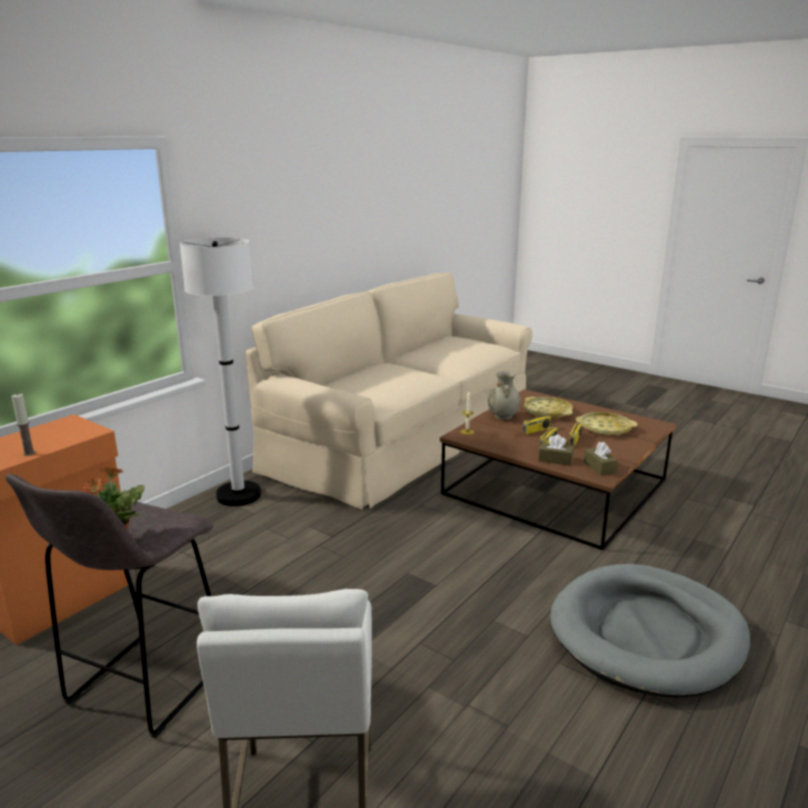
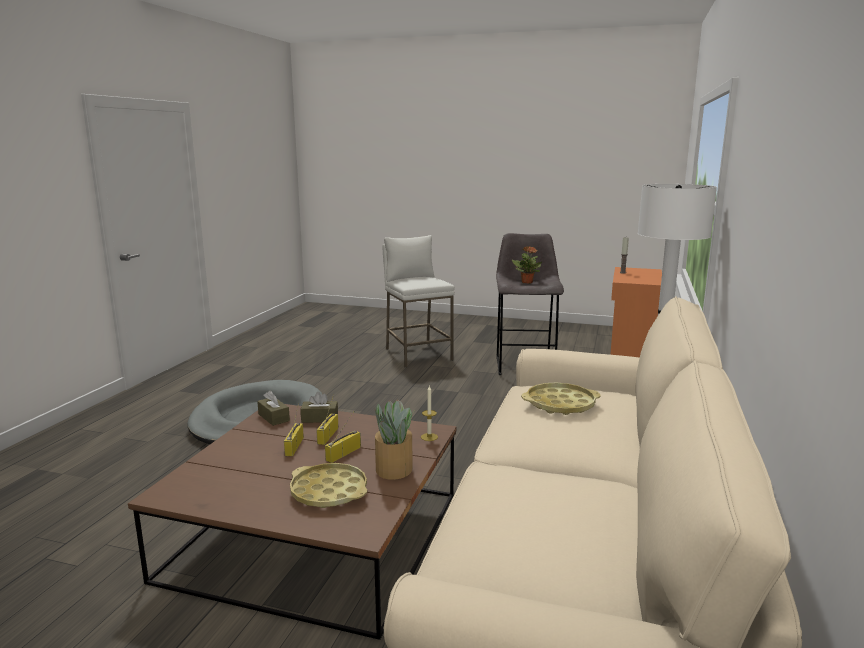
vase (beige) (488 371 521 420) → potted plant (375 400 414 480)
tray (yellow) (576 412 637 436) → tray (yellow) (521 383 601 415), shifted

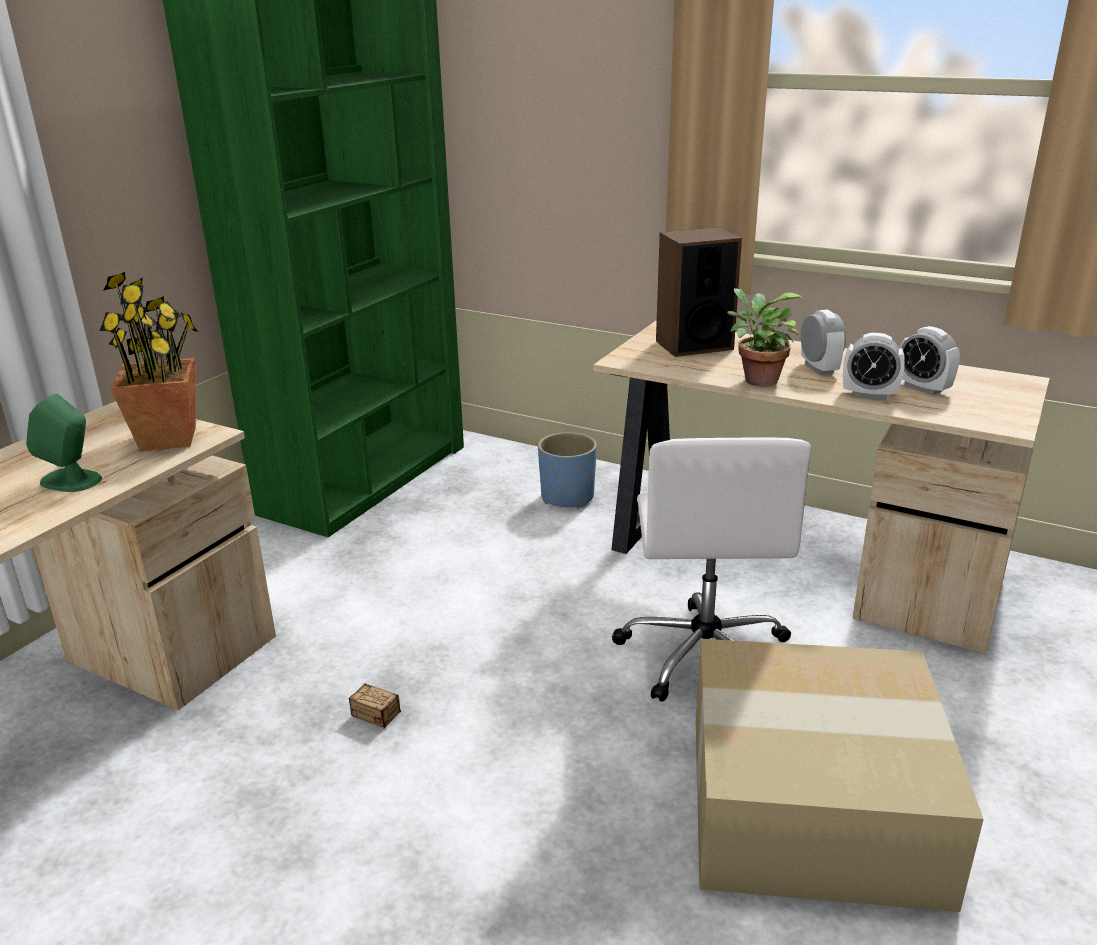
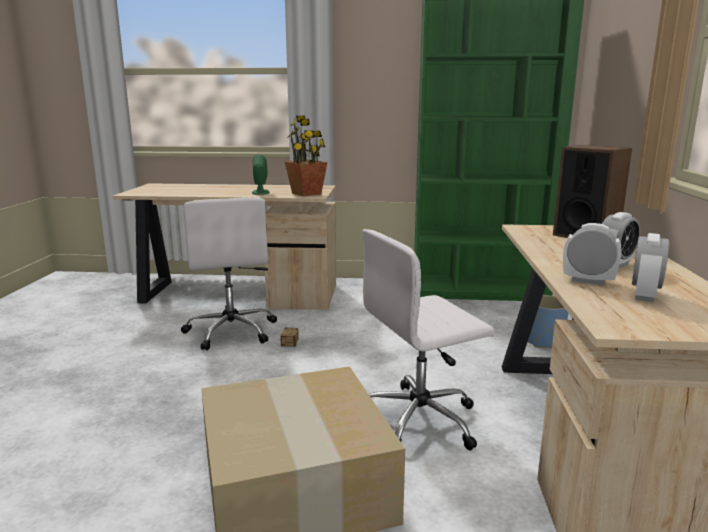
- → office chair (white) (181 198 277 350)
alarm clock (843 333 905 400) → alarm clock (563 223 621 285), 120 degrees clockwise
potted plant (727 288 804 387) → -

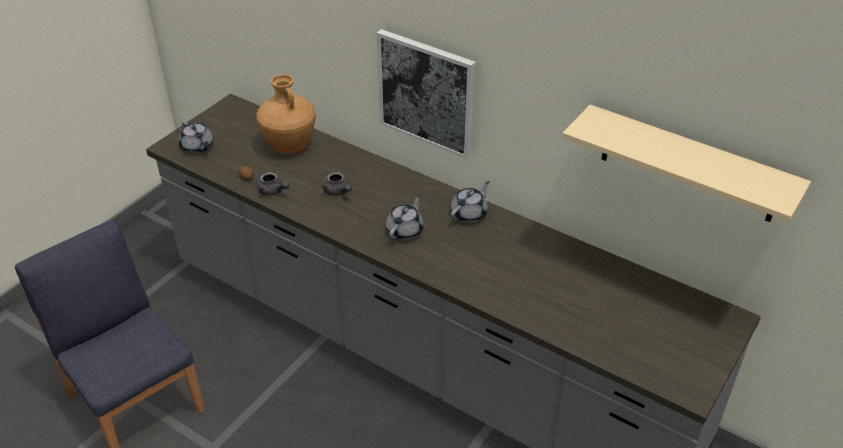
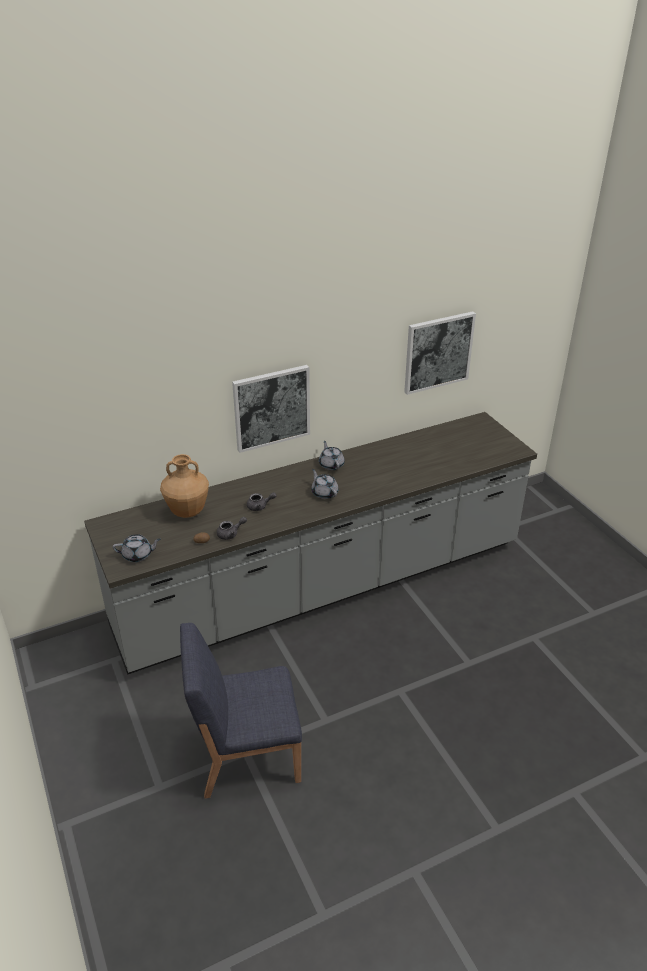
shelf (beige) (562 105 811 222) → picture (404 311 476 395)

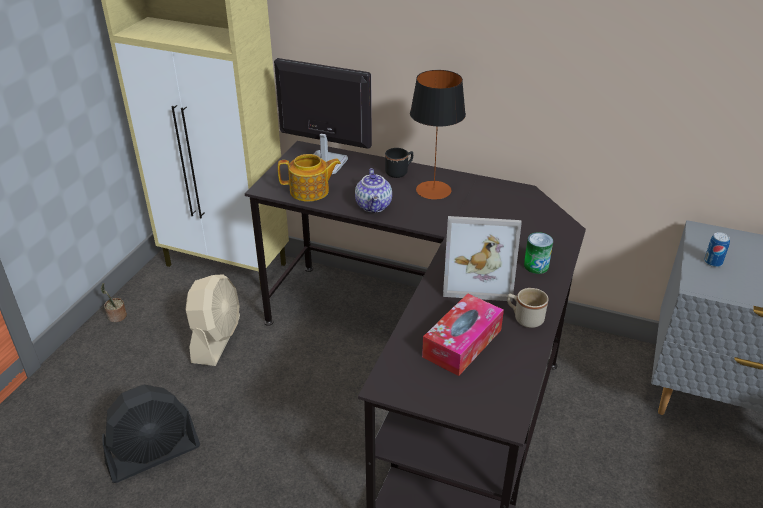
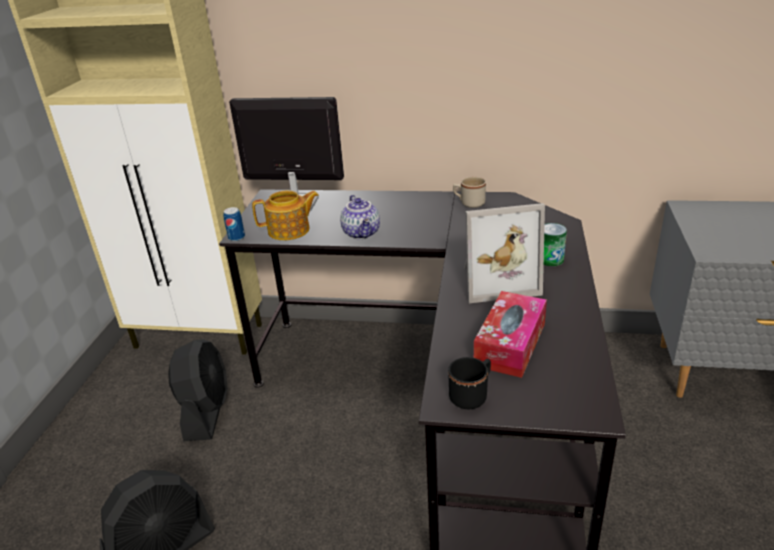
fan (beige) (186 274 240 366) → fan (black) (168 339 228 441)
can (704 232 730 267) → can (223 207 245 241), shifted
mug (black) (385 148 413 178) → mug (black) (448 357 491 409), shifted
mug (beige) (507 288 549 328) → mug (beige) (453 177 486 208), shifted
potted plant (101 283 127 322) → -
table lamp (410 70 466 199) → -

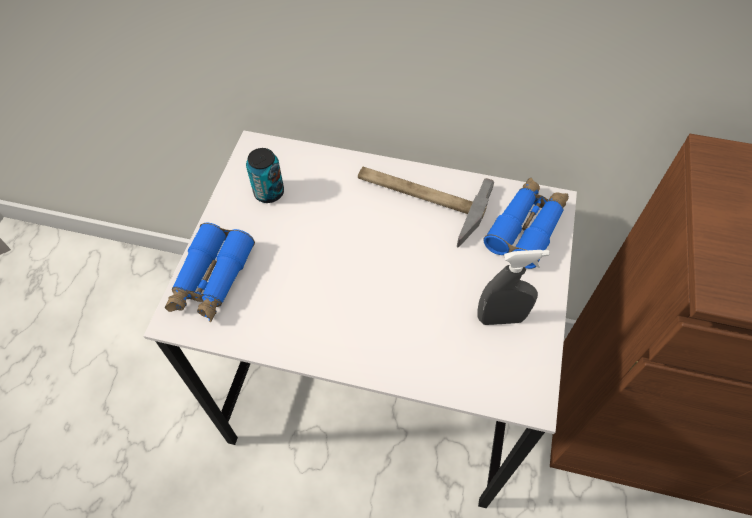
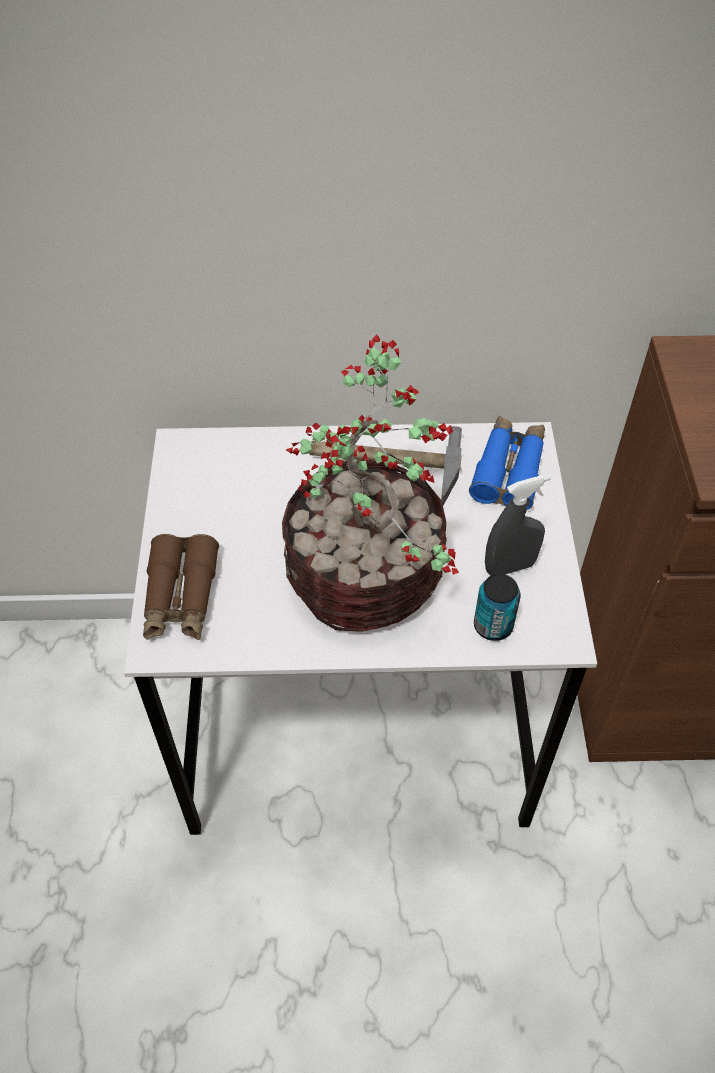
binoculars (blue) (165 223 255 323) → binoculars (brown) (143 534 219 640)
- → potted plant (282 334 459 632)
can (246 148 284 203) → can (474 574 521 641), shifted

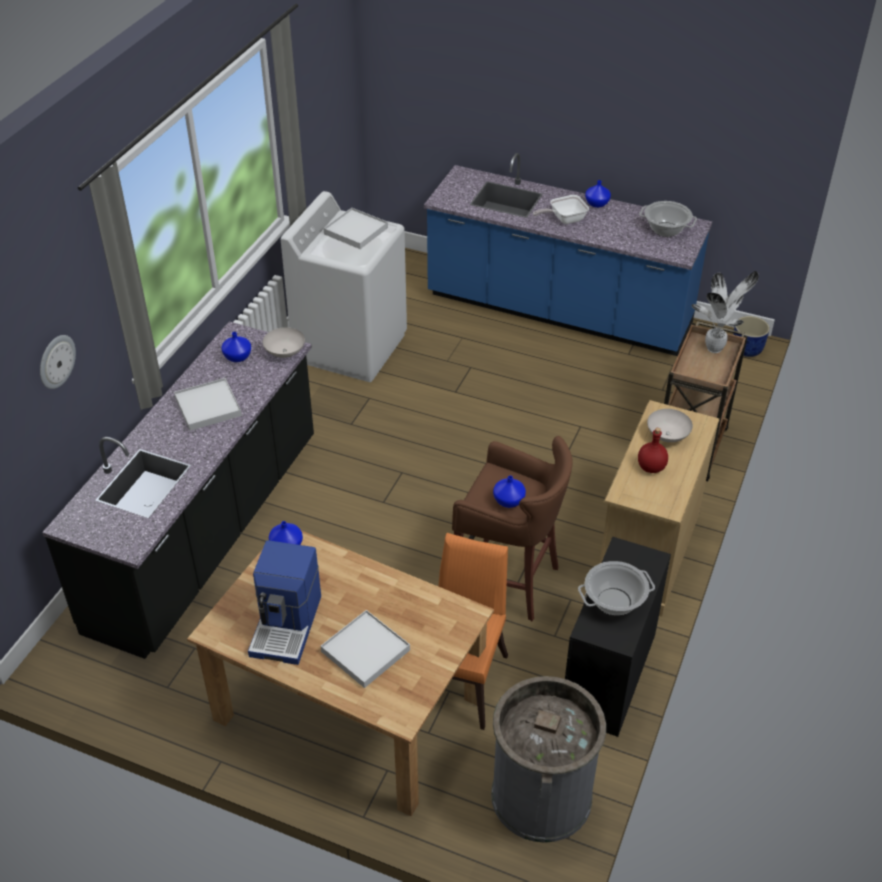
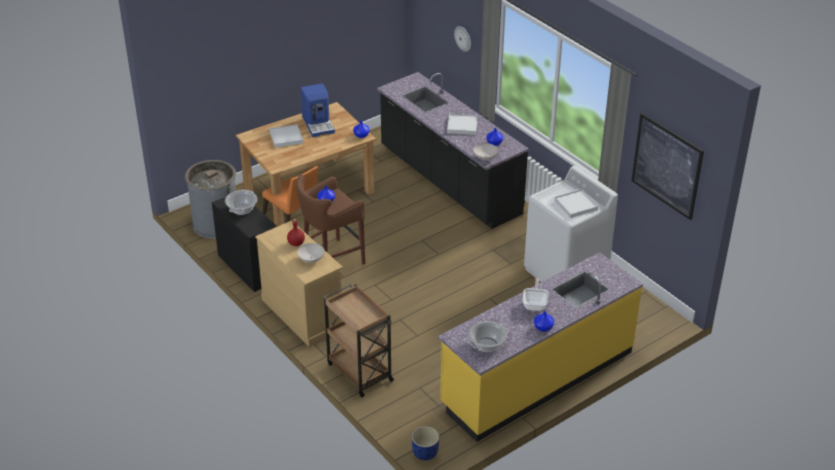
coffee machine (248 540 321 665) → coffee machine (301 83 335 137), 150 degrees counterclockwise
counter (blue) (424 153 712 356) → counter (yellow) (438 252 643 442)
- → picture (631 113 704 220)
potted plant (692 271 759 353) → -

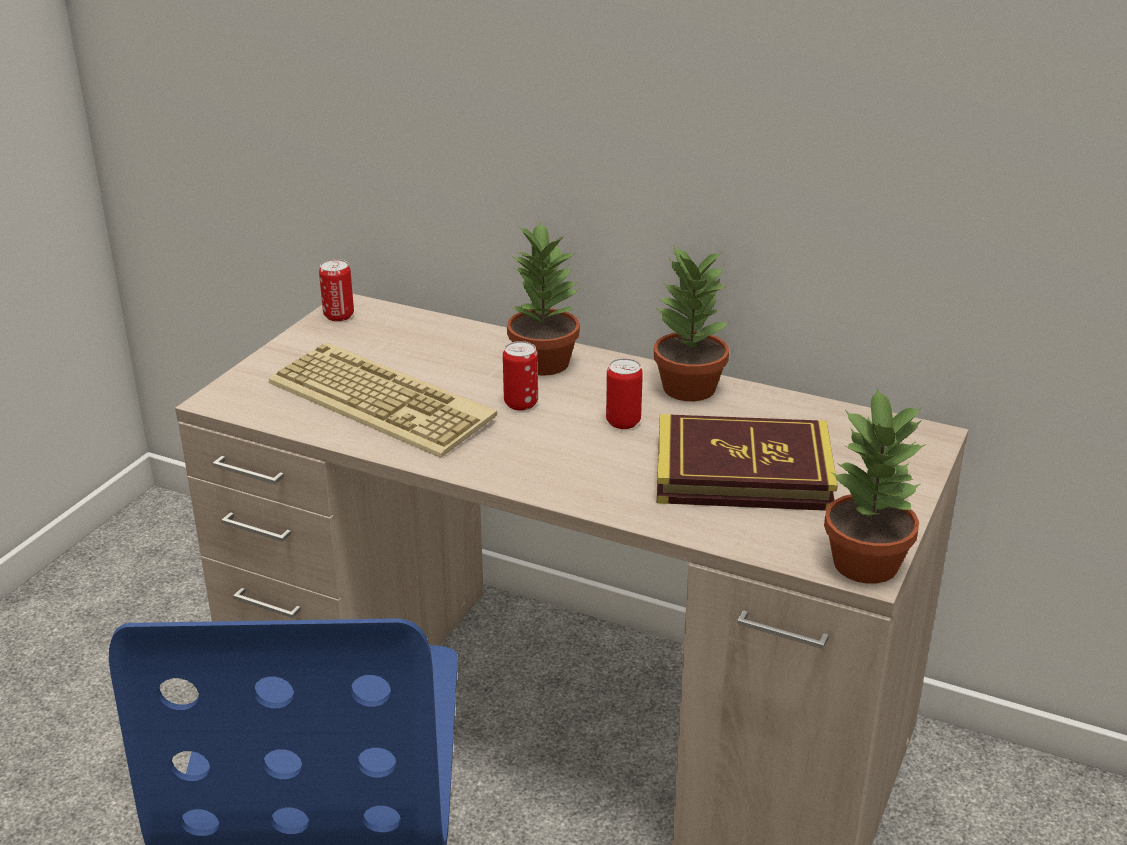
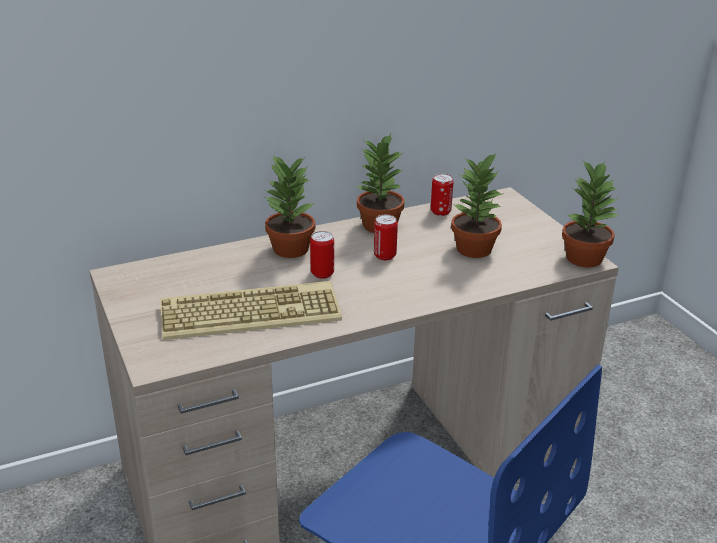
can (319 259 354 321) → can (431 174 453 216), shifted
book (657 414 838 511) → potted plant (451 152 504 258)

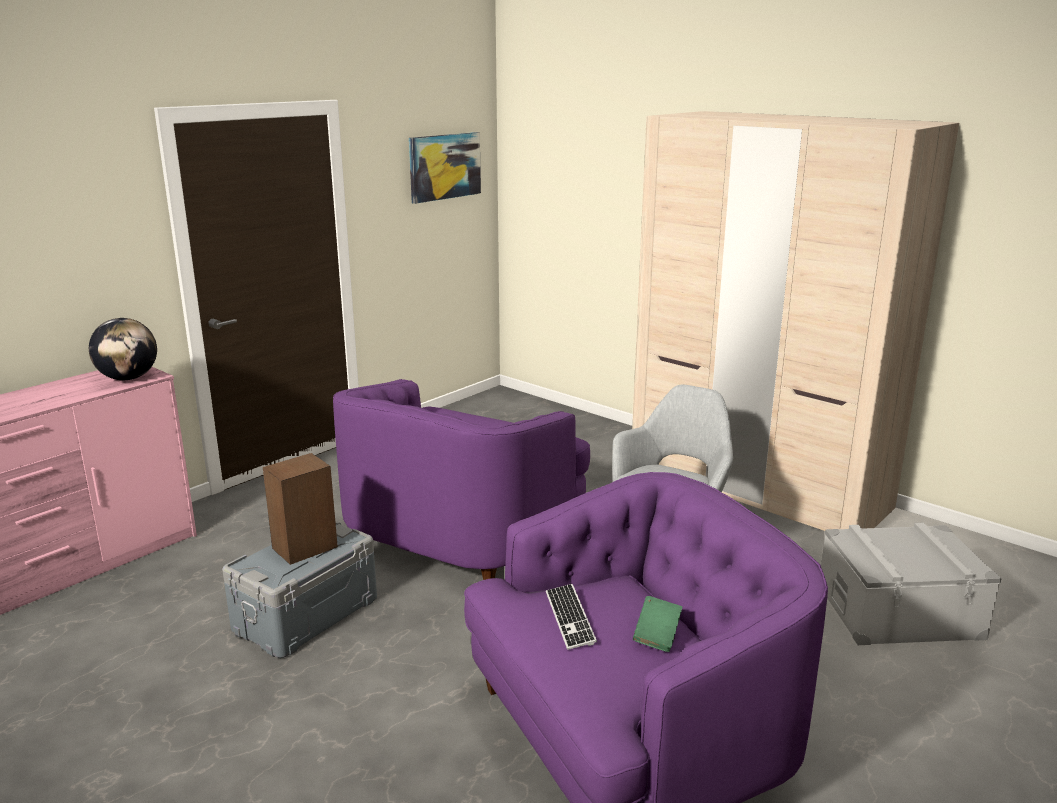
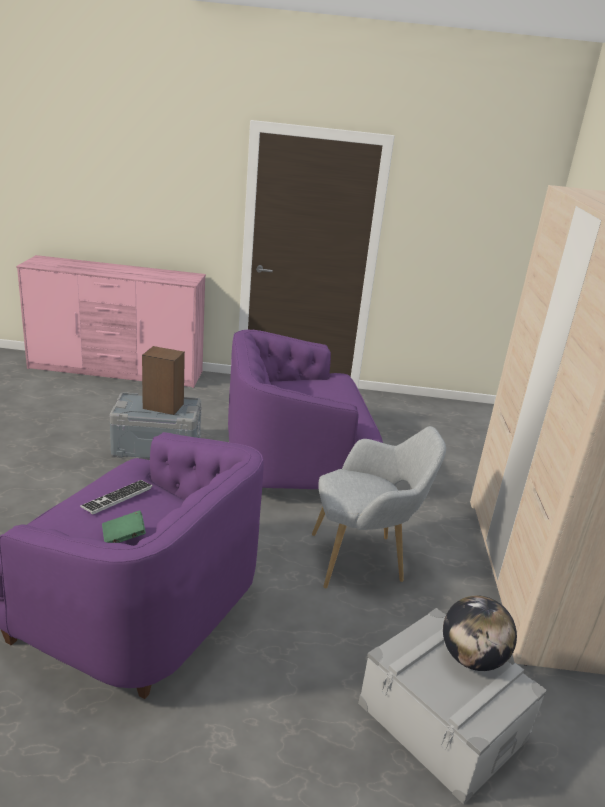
globe (89 318 157 380) → globe (443 595 517 671), shifted
picture (409 132 481 204) → -

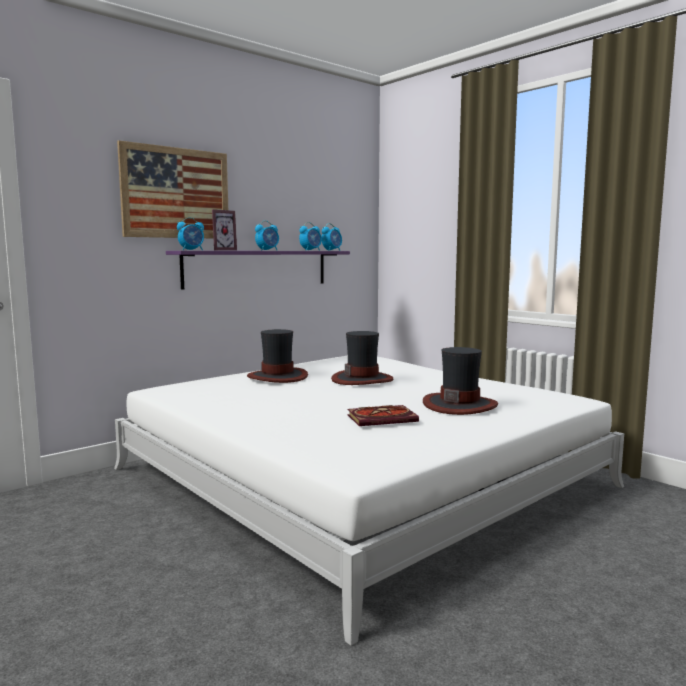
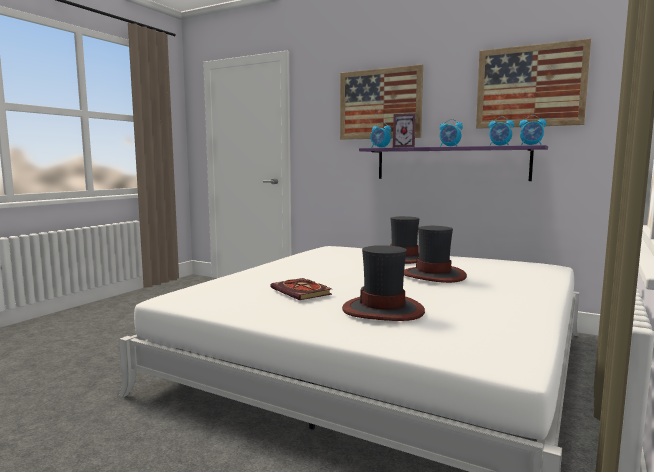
- → picture (476 39 591 129)

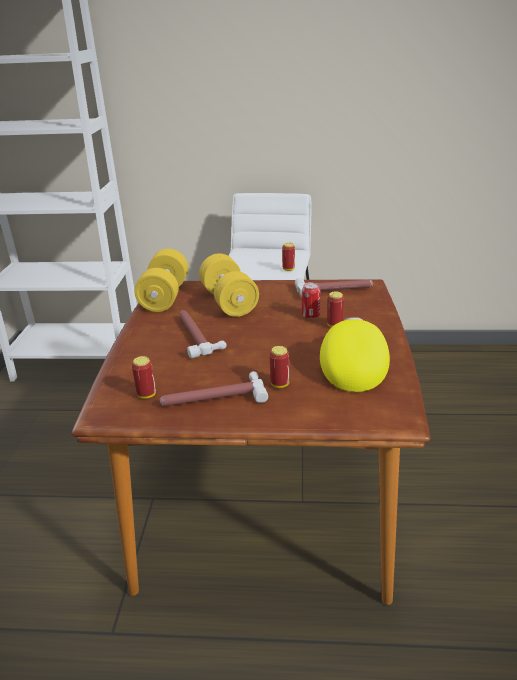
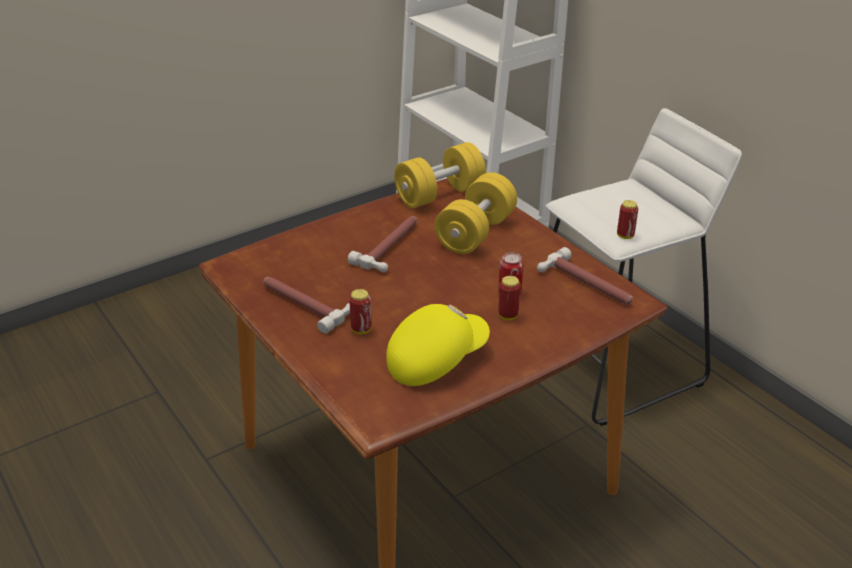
can (132 356 156 399) → -

